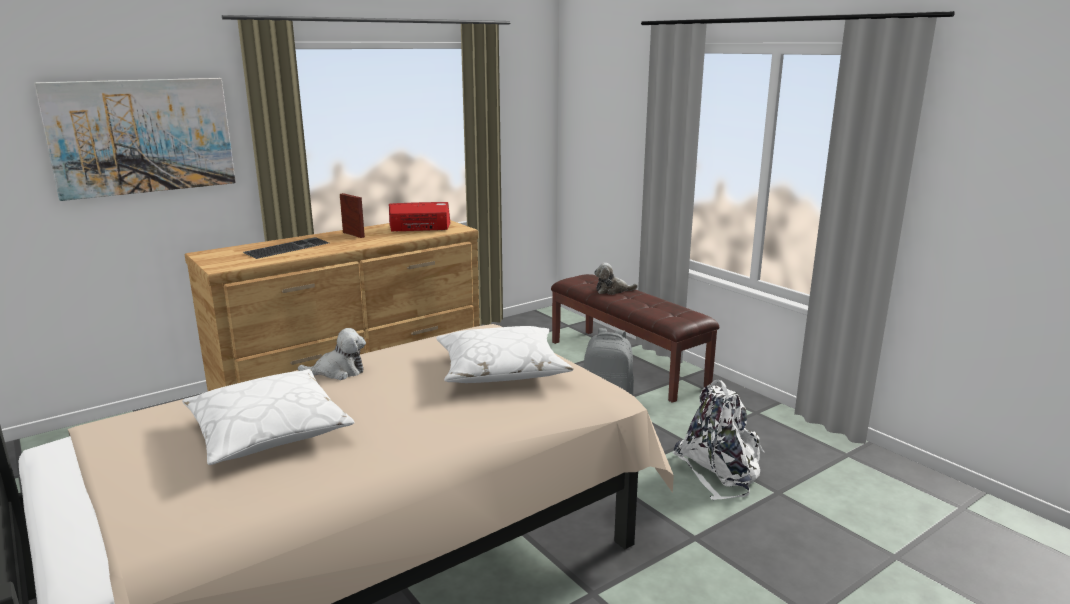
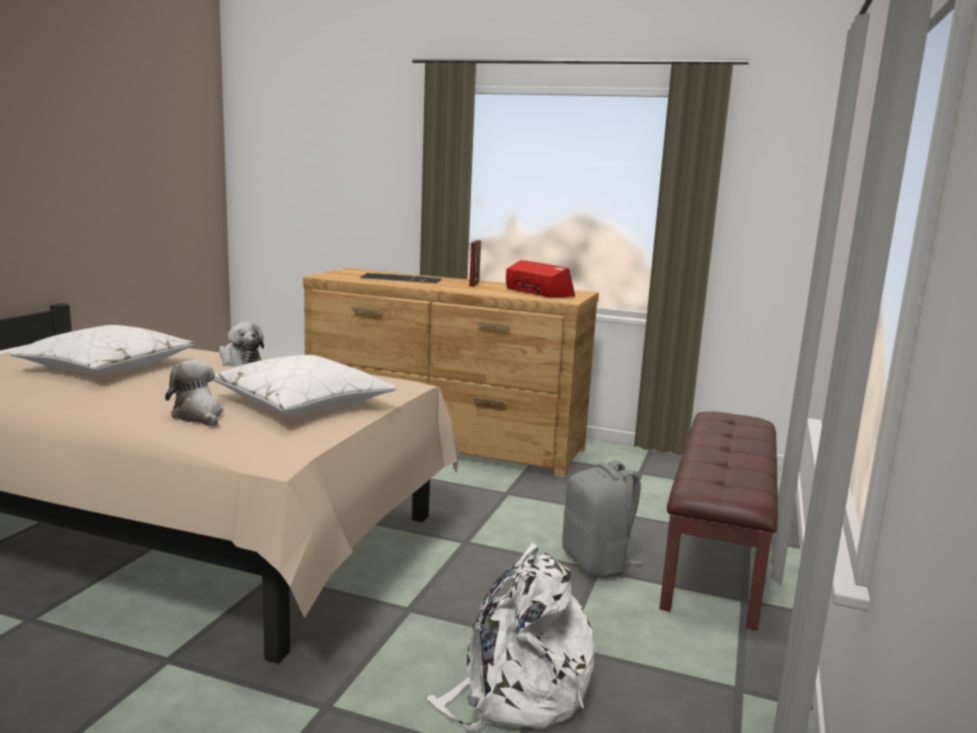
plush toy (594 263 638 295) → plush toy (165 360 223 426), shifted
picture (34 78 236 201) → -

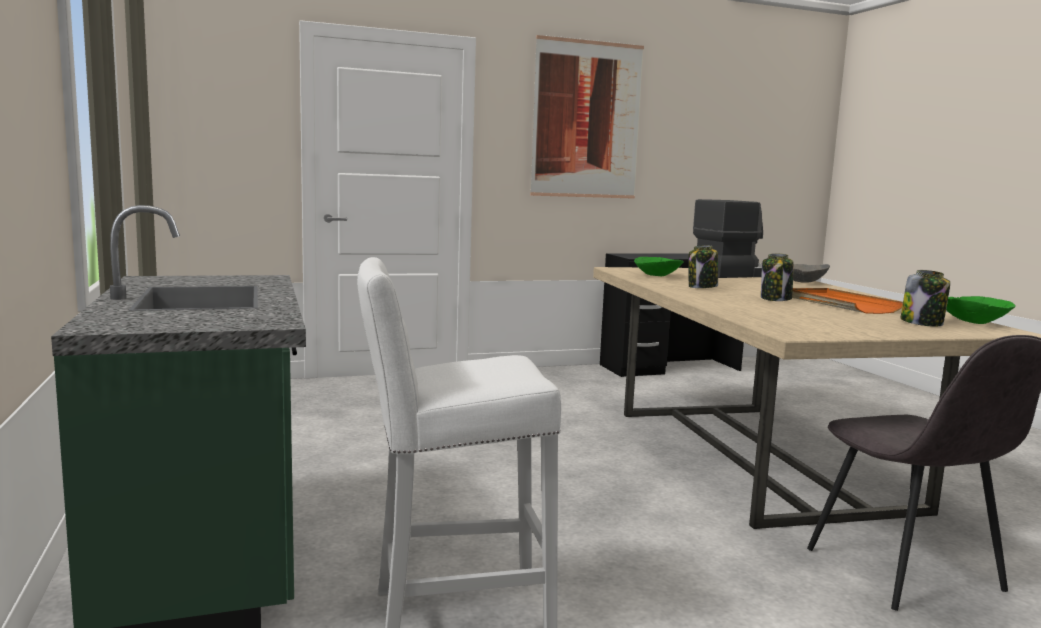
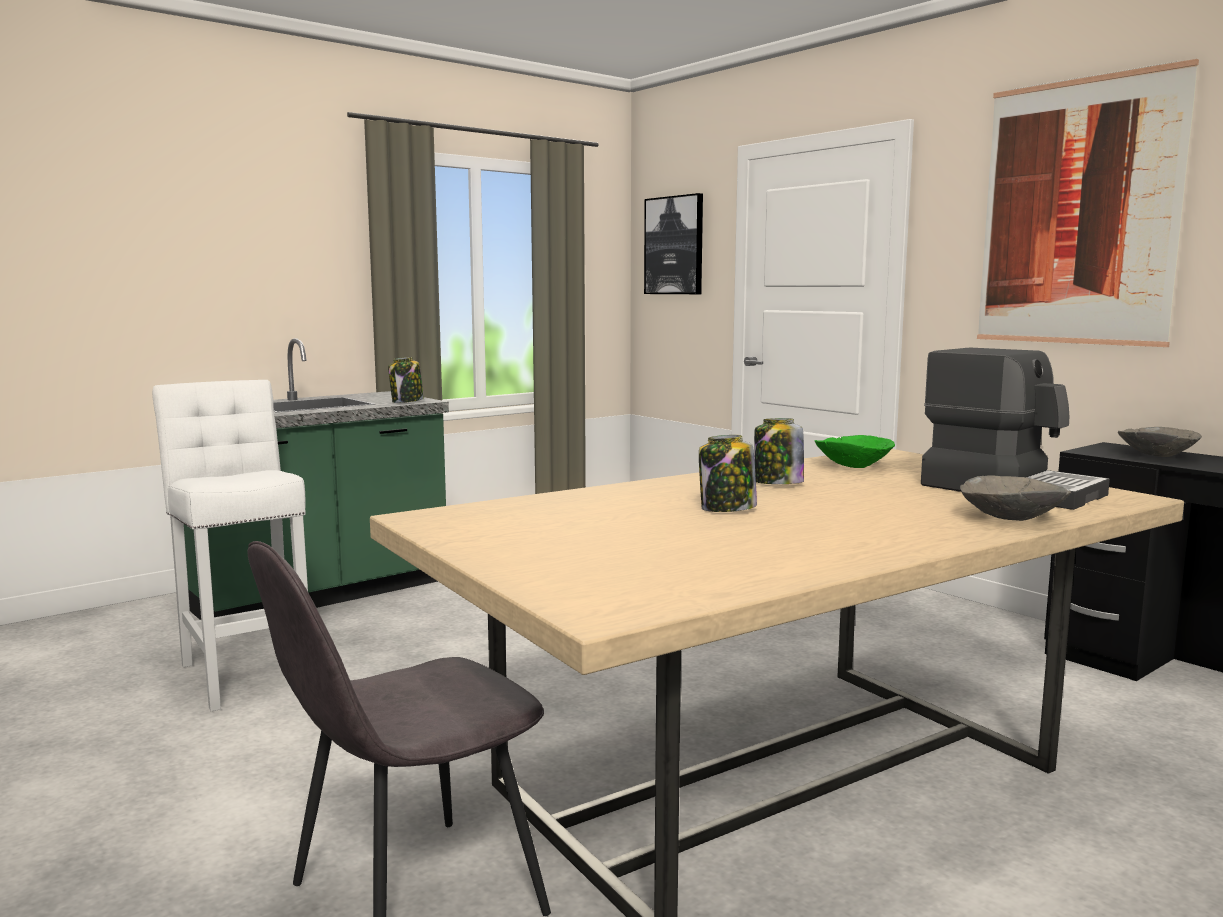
jar (900 270 950 327) → jar (388 357 424 403), shifted
- → picture (644 193 703 294)
- → bowl (grey) (1118 427 1202 457)
tray (orange) (792 288 903 314) → -
bowl (green) (946 296 1016 324) → -

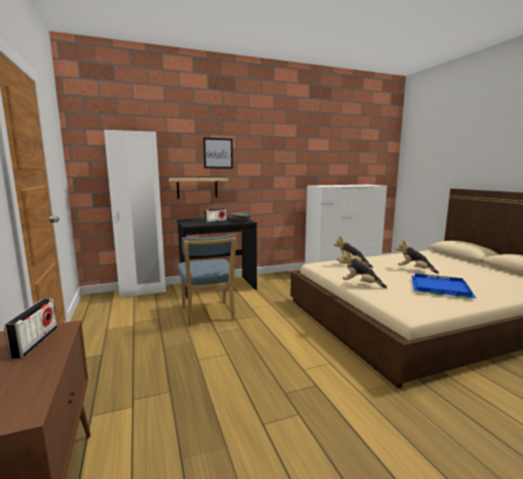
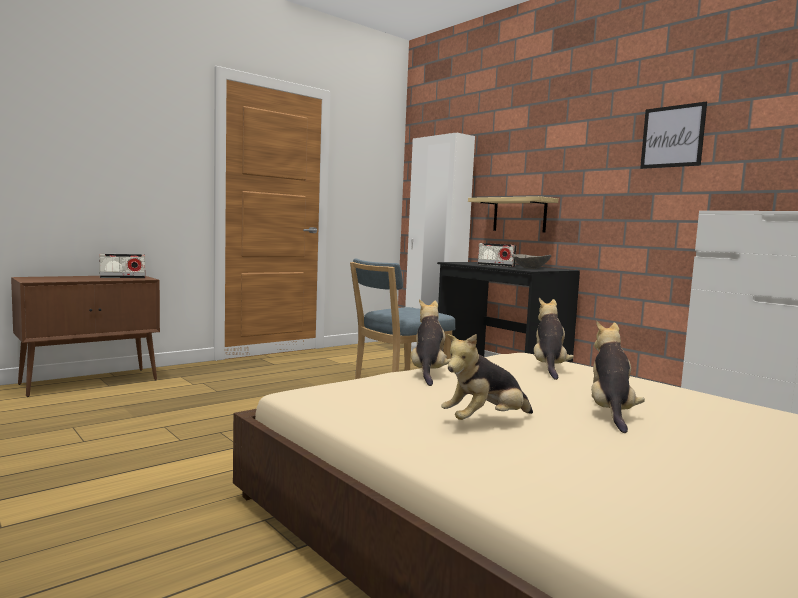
tray (blue) (411 274 476 299) → plush toy (441 334 533 420)
picture (203 138 233 168) → picture (640 102 707 169), shifted

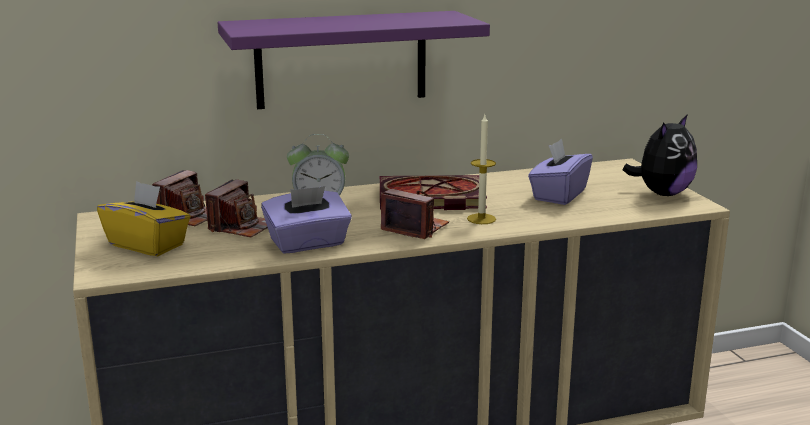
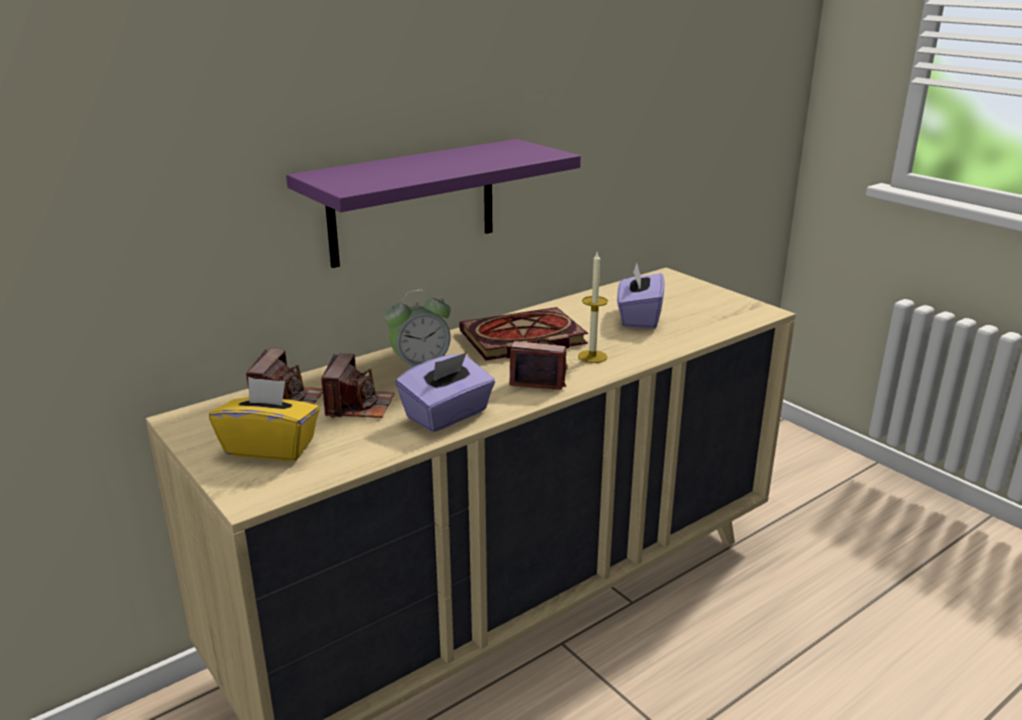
plush toy (623 114 697 196) → -

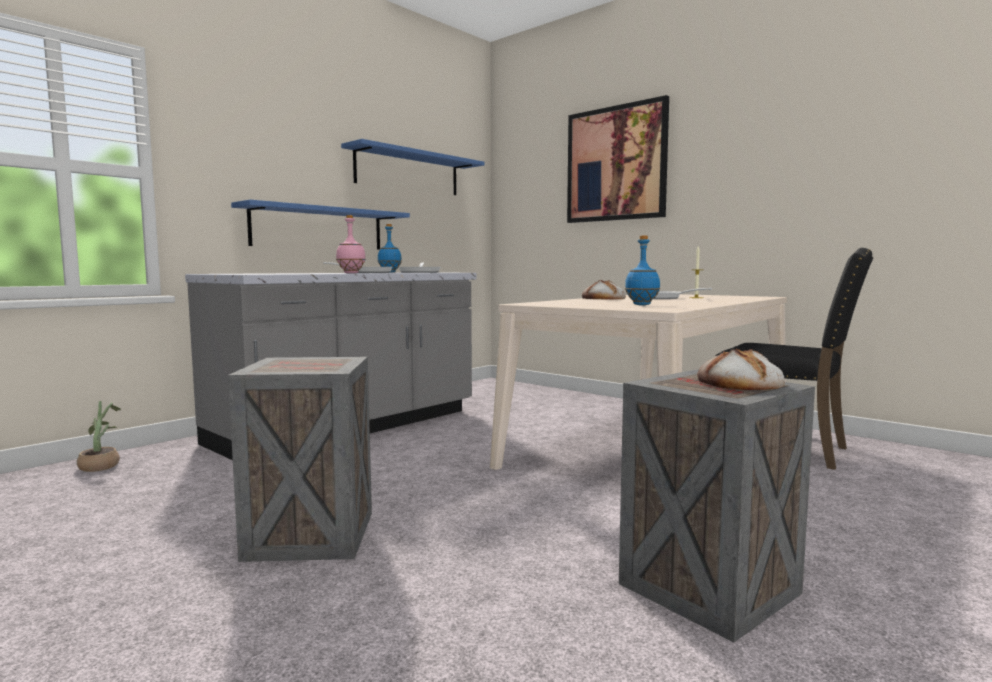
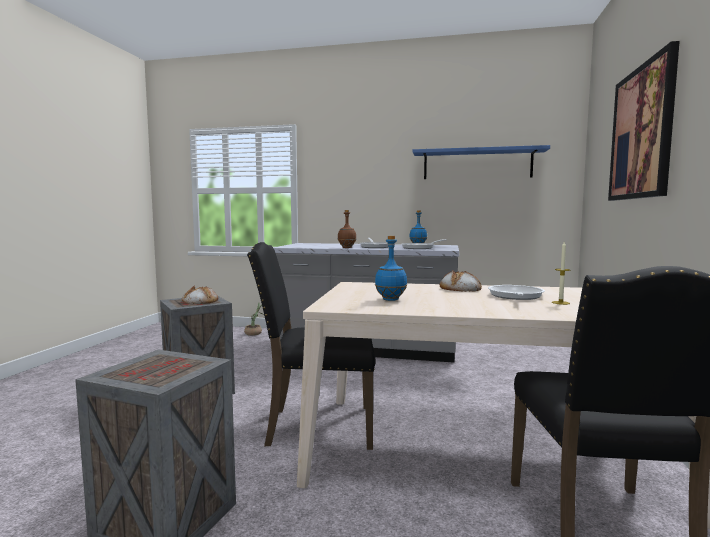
bread (697 349 785 390) → bread (182 286 218 304), shifted
- → chair (black) (247 242 376 450)
bottle (pink) (336 215 366 273) → bottle (brown) (338 210 356 248)
shelf (blue) (231 200 410 249) → -

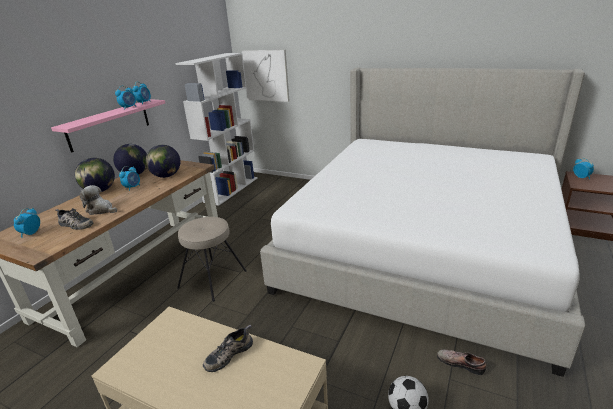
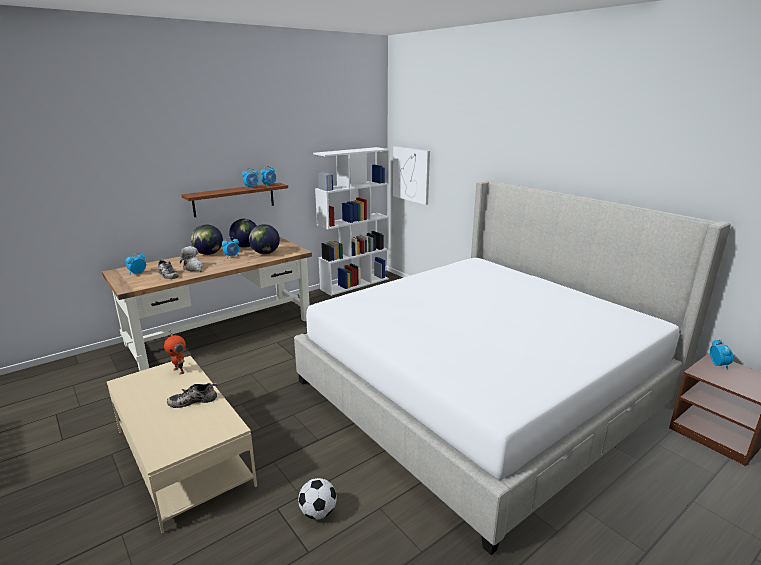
- → toy robot (164 331 186 375)
shelf (pink) (51 99 165 153) → shelf (brown) (181 183 288 217)
stool (beige) (177 217 247 302) → -
shoe (437 349 486 375) → -

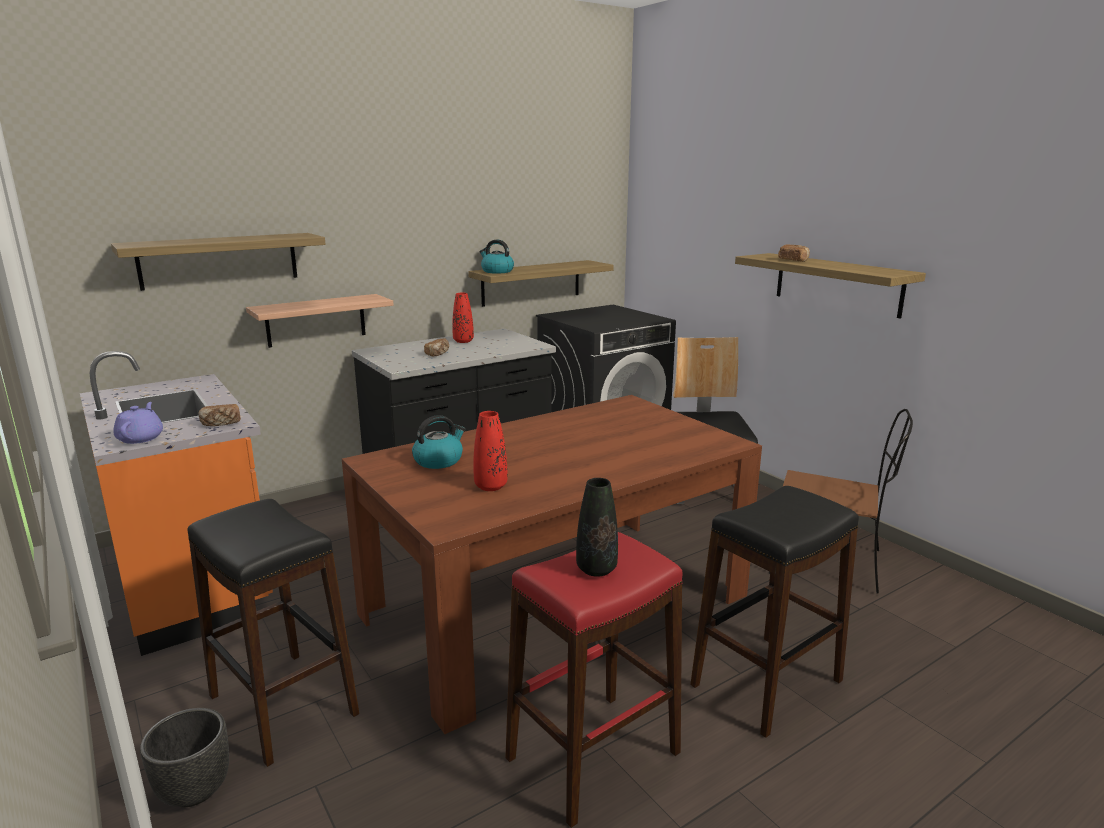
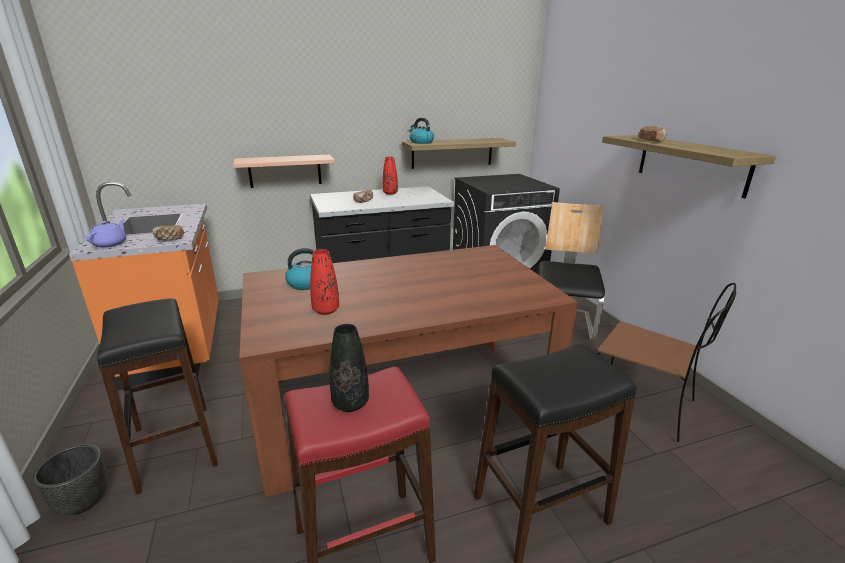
shelf (111 233 326 291) → -

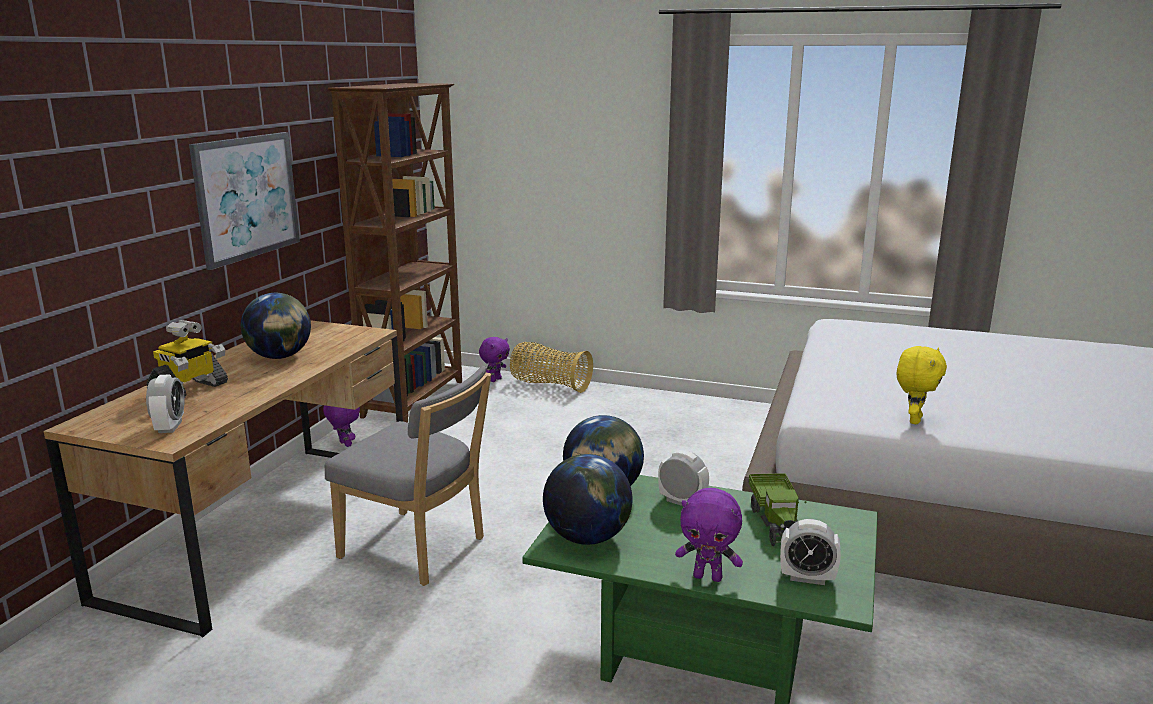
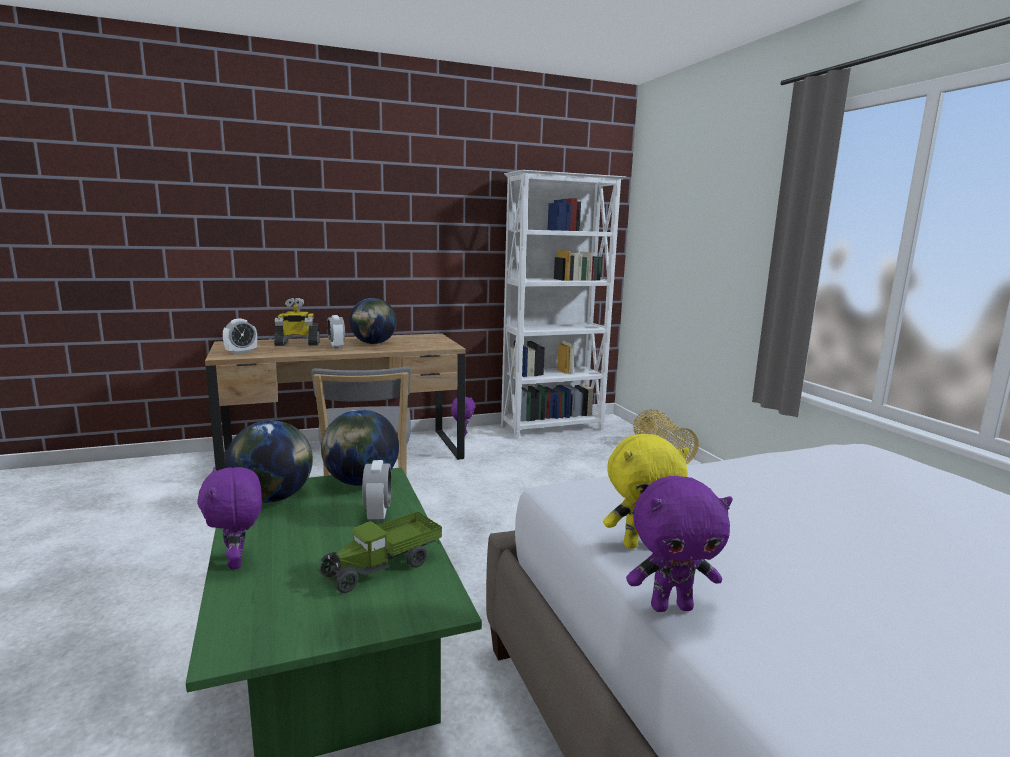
alarm clock (780 519 841 585) → alarm clock (327 315 345 349), shifted
bookcase (brown) (328 83 462 423) → bookcase (white) (501 170 626 439)
plush toy (purple) (479 337 510 382) → plush toy (purple) (626 476 733 612), shifted
picture (189 132 300 270) → -

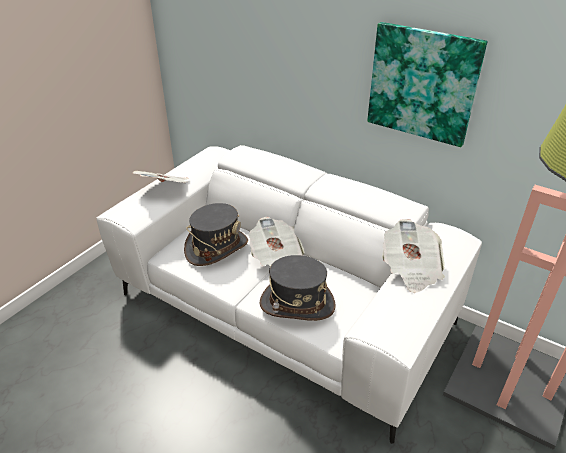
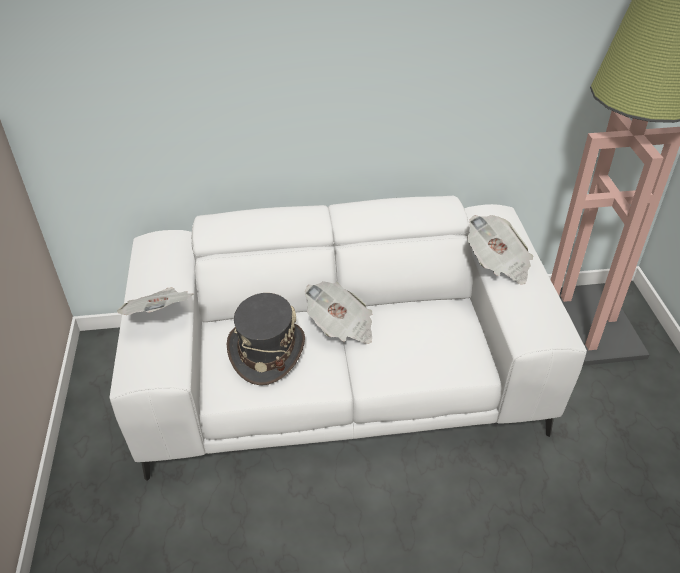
hat (grey) (259 255 336 321) → -
picture (367 22 487 147) → -

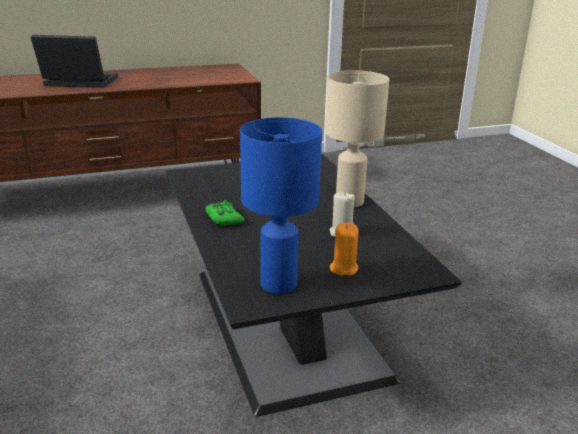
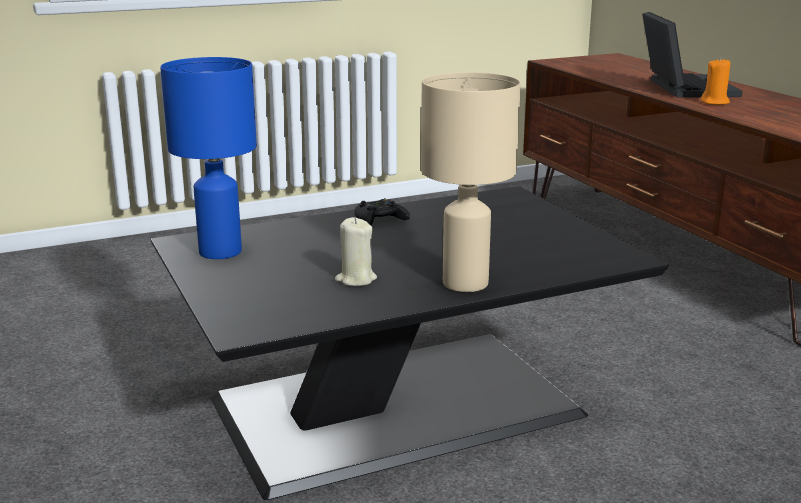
game controller (green) (205 200 244 226) → game controller (black) (354 198 410 225)
candle (orange) (330 223 359 275) → candle (orange) (701 57 730 105), shifted

